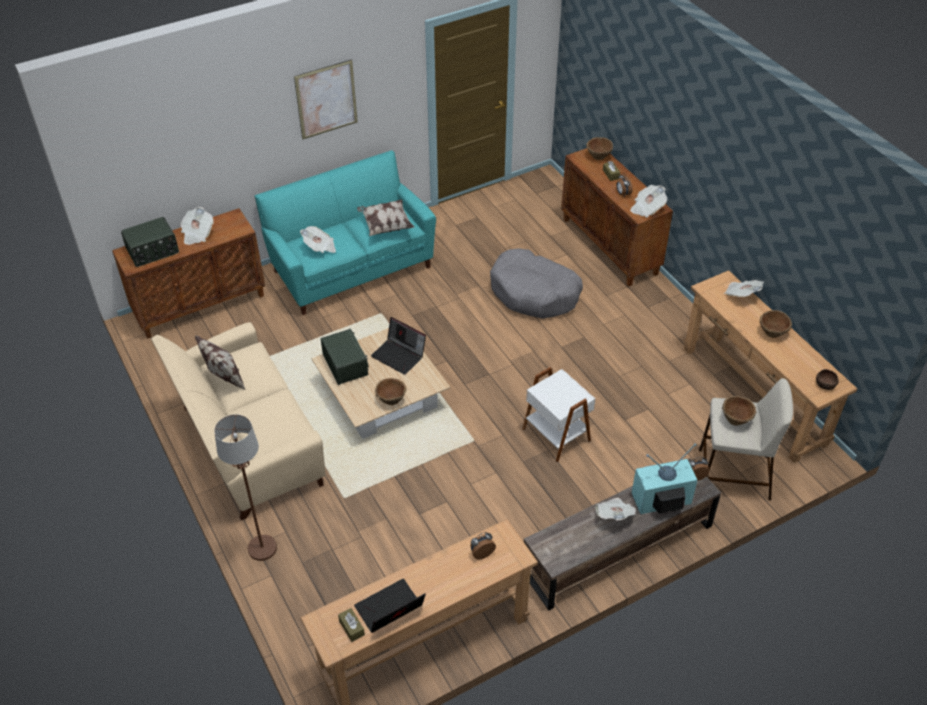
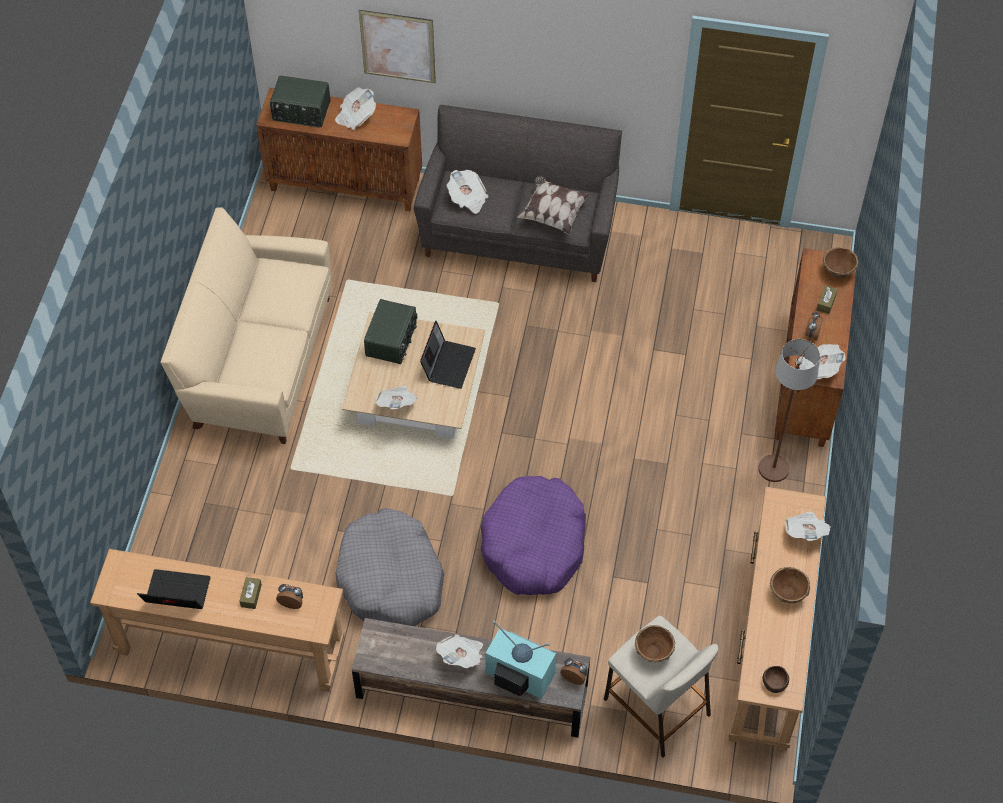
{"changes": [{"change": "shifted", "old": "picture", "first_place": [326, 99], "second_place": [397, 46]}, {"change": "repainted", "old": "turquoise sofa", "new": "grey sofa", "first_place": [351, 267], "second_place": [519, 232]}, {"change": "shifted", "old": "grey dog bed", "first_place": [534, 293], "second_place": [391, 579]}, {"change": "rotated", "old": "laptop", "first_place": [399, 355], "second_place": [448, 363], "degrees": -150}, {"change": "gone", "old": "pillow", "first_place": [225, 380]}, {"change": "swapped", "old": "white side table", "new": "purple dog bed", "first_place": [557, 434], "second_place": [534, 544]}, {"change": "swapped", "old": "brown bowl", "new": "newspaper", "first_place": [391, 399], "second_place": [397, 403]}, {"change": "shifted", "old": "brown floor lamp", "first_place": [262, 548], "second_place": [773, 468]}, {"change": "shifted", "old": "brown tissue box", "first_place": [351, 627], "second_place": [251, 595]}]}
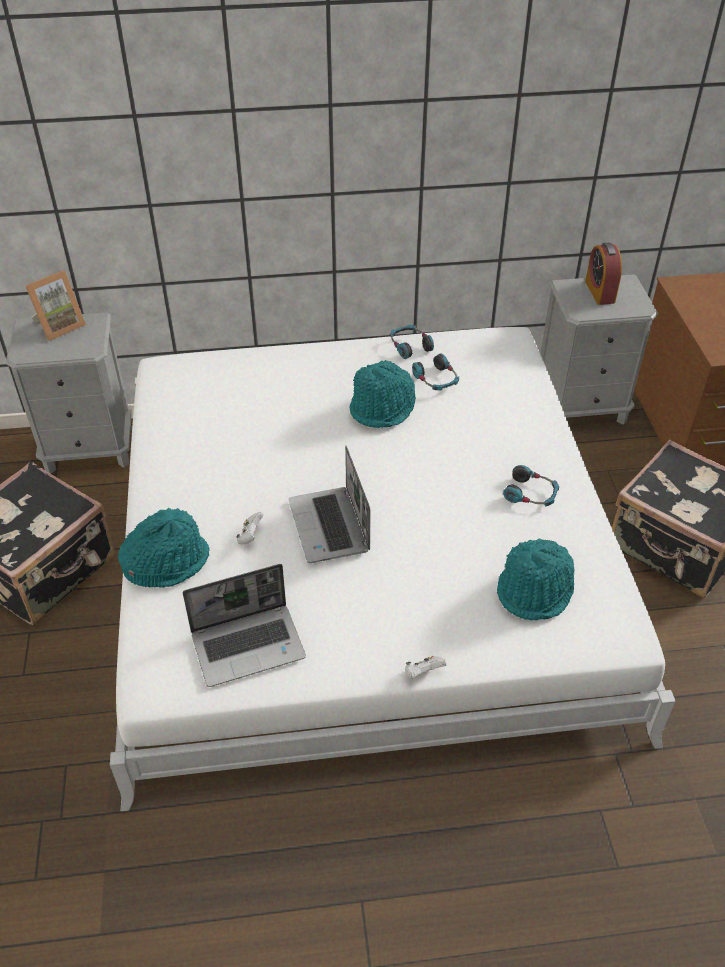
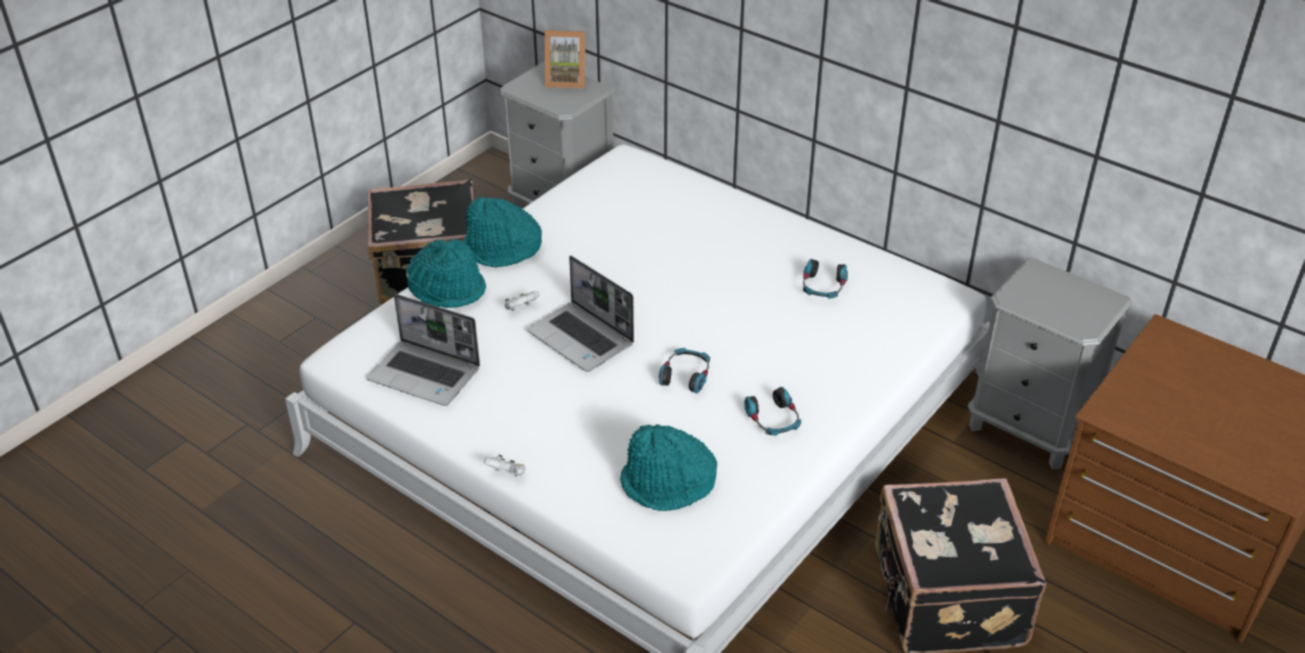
{"changes": [{"change": "gone", "old": "alarm clock", "first_place": [600, 292]}, {"change": "shifted", "old": "headphones", "first_place": [410, 346], "second_place": [685, 376]}, {"change": "shifted", "old": "turquoise hat", "first_place": [383, 408], "second_place": [502, 250]}, {"change": "rotated", "old": "laptop", "first_place": [330, 527], "second_place": [582, 338], "degrees": -75}]}
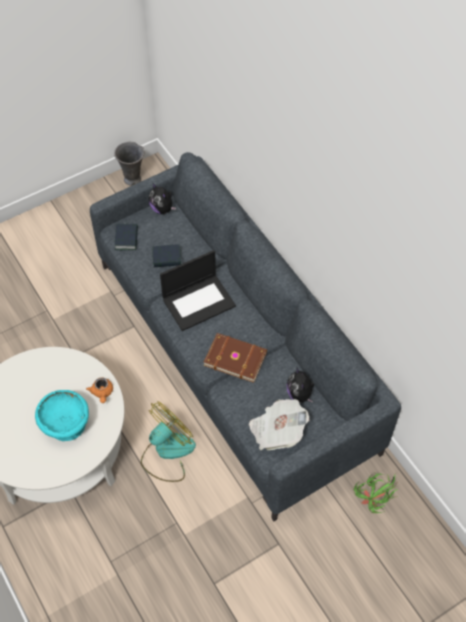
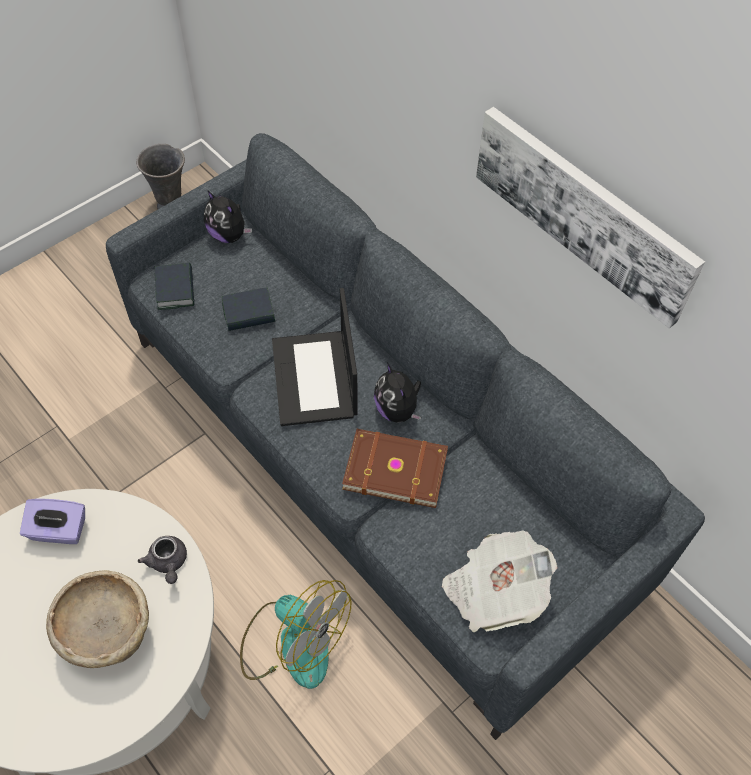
{"changes": [{"change": "rotated", "old": "laptop", "first_place": [199, 301], "second_place": [315, 379], "degrees": 120}, {"change": "shifted", "old": "plush toy", "first_place": [300, 394], "second_place": [397, 410]}, {"change": "repainted", "old": "orange teapot", "new": "grey teapot", "first_place": [102, 393], "second_place": [168, 563]}, {"change": "repainted", "old": "turquoise bowl", "new": "beige bowl", "first_place": [66, 425], "second_place": [109, 634]}, {"change": "rotated", "old": "fan", "first_place": [167, 452], "second_place": [293, 642], "degrees": 90}, {"change": "gone", "old": "potted plant", "first_place": [373, 503]}, {"change": "new", "new": "picture", "second_place": [584, 212]}, {"change": "new", "new": "purple tissue box", "second_place": [59, 530]}]}
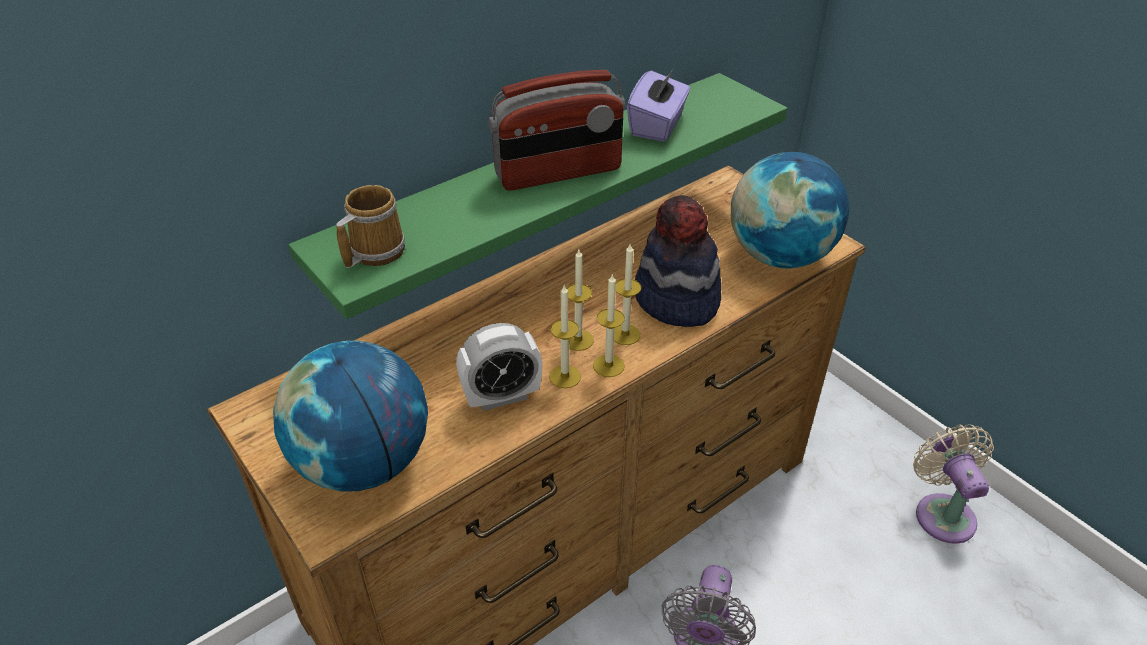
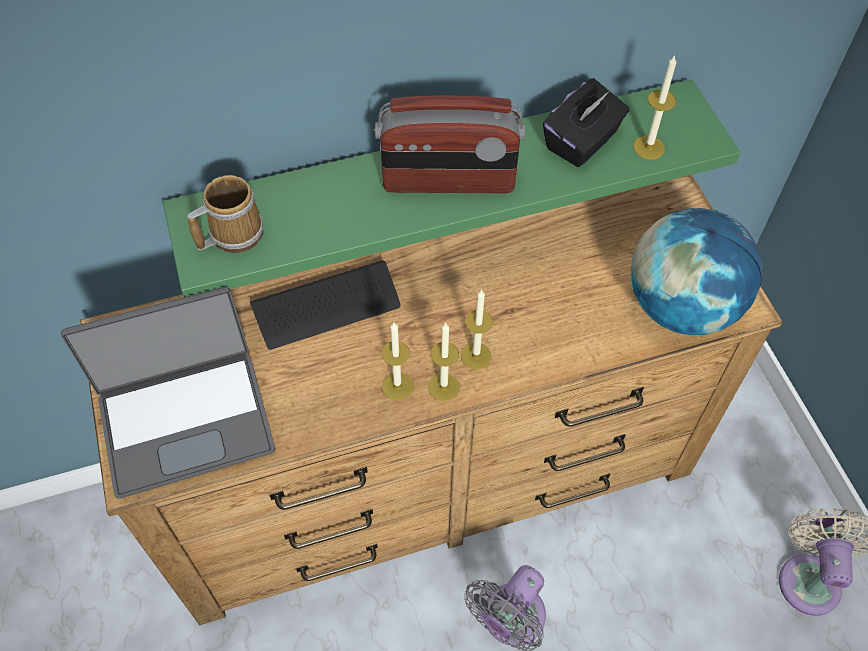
{"changes": [{"change": "repainted", "old": "purple tissue box", "new": "black tissue box", "first_place": [657, 126], "second_place": [582, 142]}, {"change": "gone", "old": "hat", "first_place": [676, 300]}, {"change": "shifted", "old": "candle", "first_place": [578, 340], "second_place": [648, 147]}, {"change": "gone", "old": "alarm clock", "first_place": [501, 396]}, {"change": "swapped", "old": "globe", "new": "laptop", "first_place": [364, 463], "second_place": [186, 421]}, {"change": "new", "new": "keyboard", "second_place": [327, 306]}]}
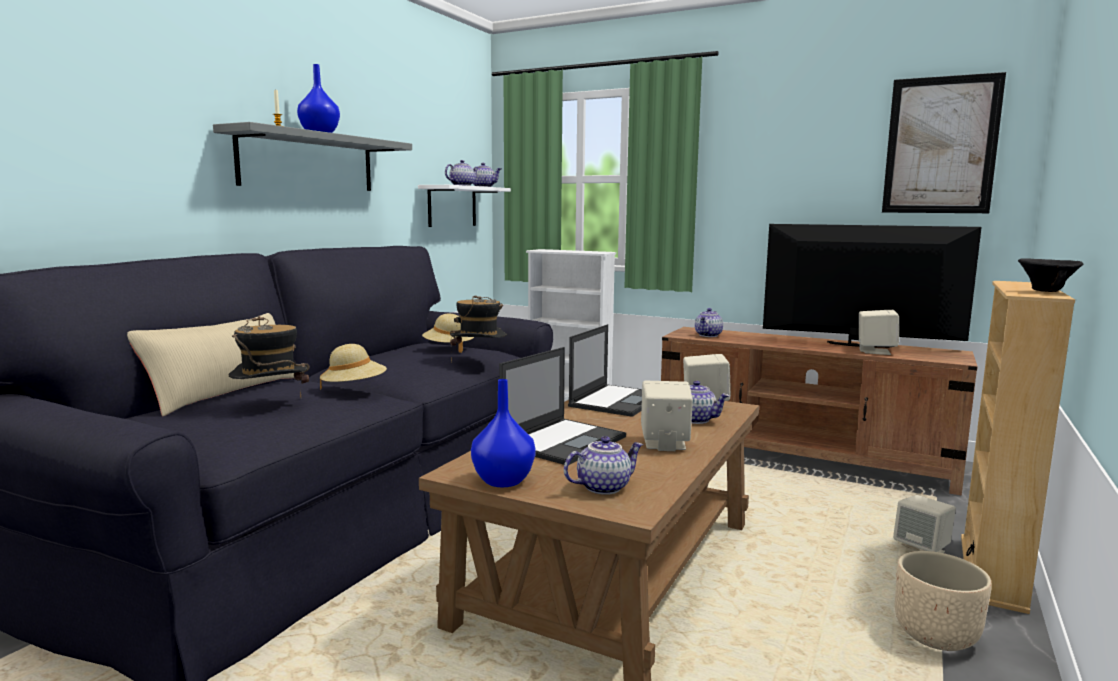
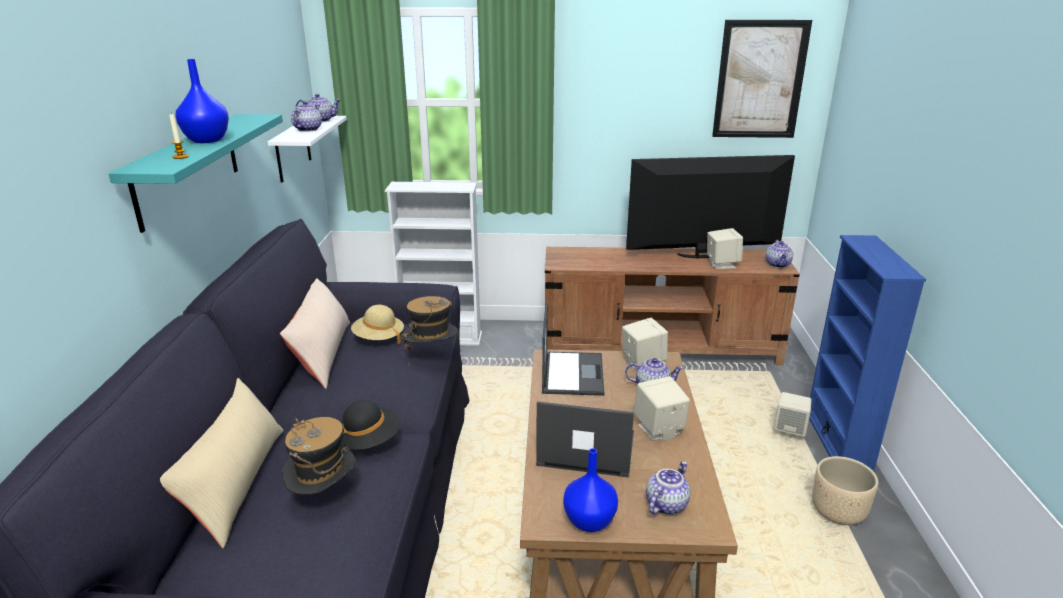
{"changes": [{"change": "repainted", "old": "grey shelf", "new": "turquoise shelf", "first_place": [308, 162], "second_place": [188, 168]}, {"change": "gone", "old": "black bowl", "first_place": [1044, 291]}, {"change": "repainted", "old": "beige bookcase", "new": "blue bookcase", "first_place": [992, 572], "second_place": [837, 440]}, {"change": "shifted", "old": "teapot", "first_place": [709, 335], "second_place": [778, 265]}, {"change": "repainted", "old": "beige hat", "new": "black hat", "first_place": [354, 389], "second_place": [369, 441]}, {"change": "rotated", "old": "laptop", "first_place": [564, 441], "second_place": [584, 449], "degrees": -90}, {"change": "new", "new": "beige pillow", "second_place": [322, 353]}]}
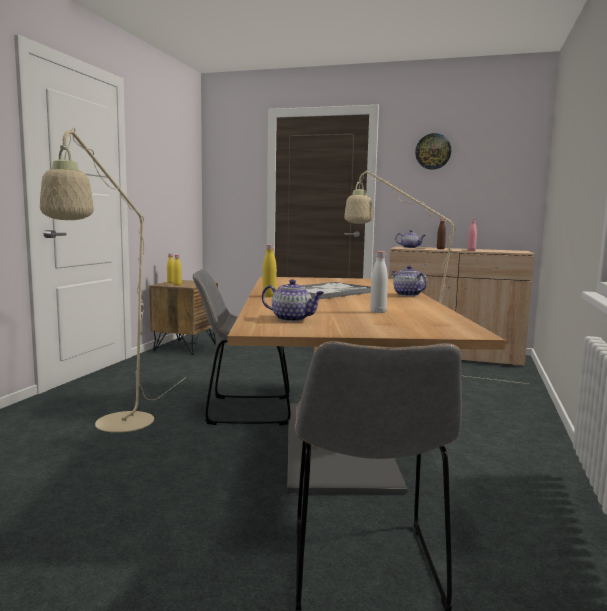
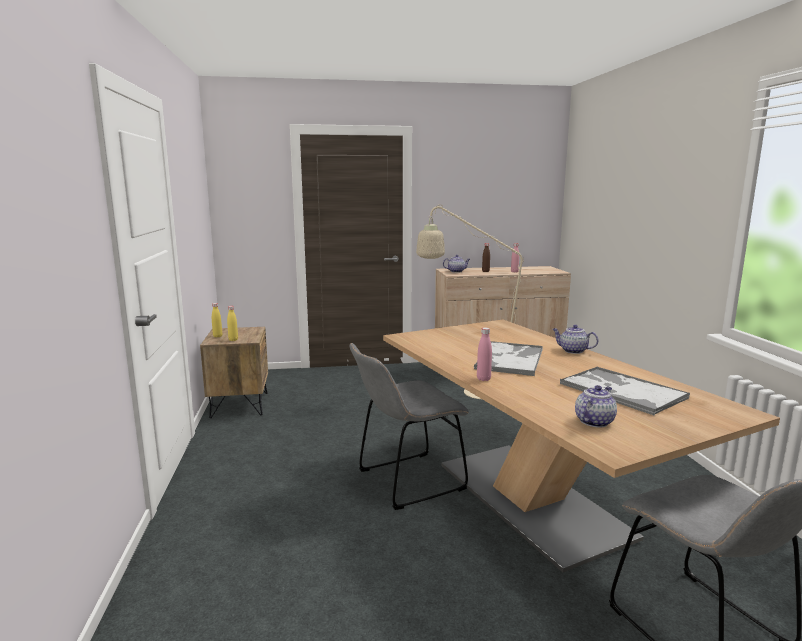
{"changes": [{"change": "gone", "old": "beige floor lamp", "first_place": [117, 427]}, {"change": "gone", "old": "wall clock", "first_place": [433, 151]}, {"change": "repainted", "old": "yellow bottle", "new": "pink bottle", "first_place": [269, 296], "second_place": [483, 379]}, {"change": "swapped", "old": "white bottle", "new": "tray", "first_place": [378, 312], "second_place": [621, 390]}, {"change": "rotated", "old": "teapot", "first_place": [292, 319], "second_place": [594, 421], "degrees": -45}]}
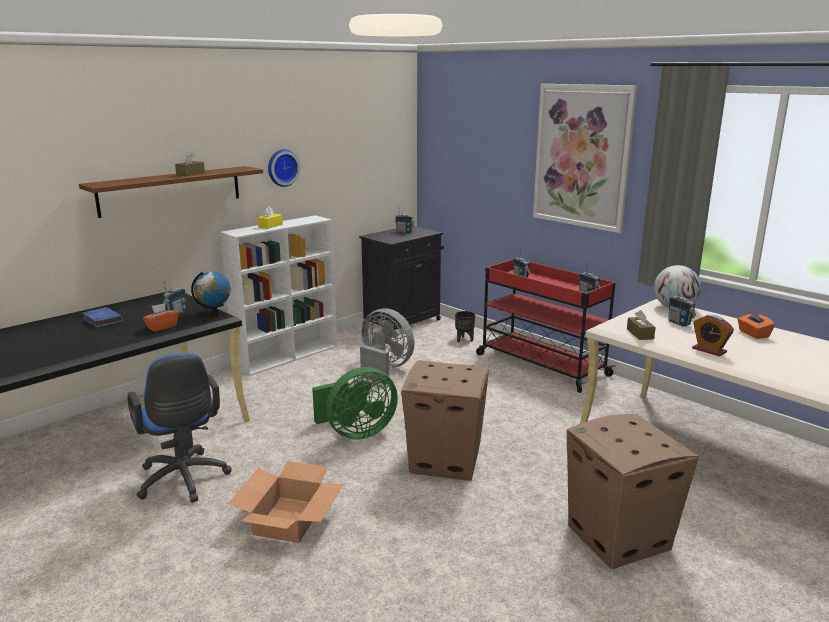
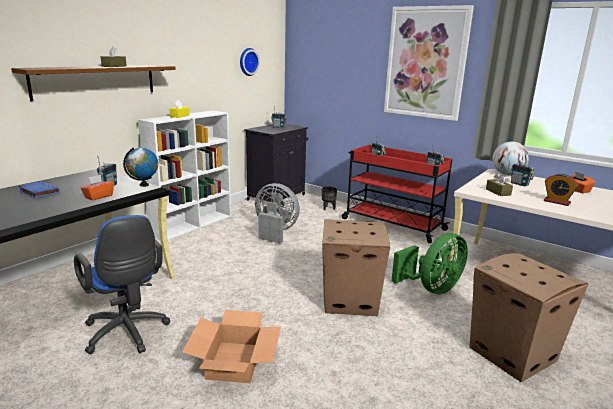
{"changes": [{"change": "shifted", "old": "wall clock", "first_place": [282, 167], "second_place": [247, 62]}, {"change": "shifted", "old": "green fan", "first_place": [356, 433], "second_place": [432, 288]}]}
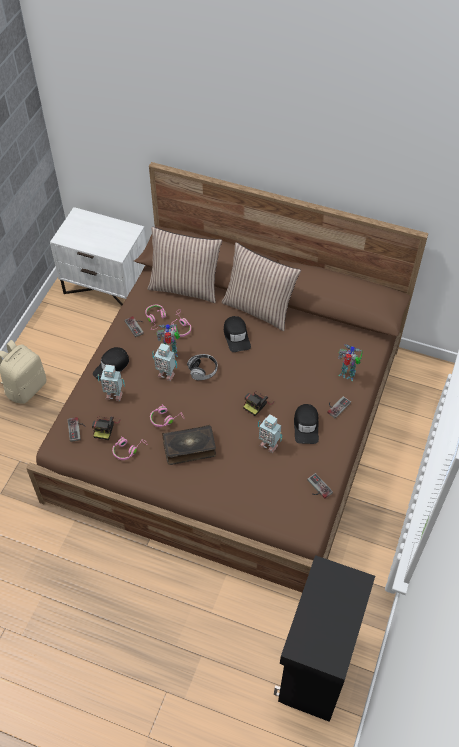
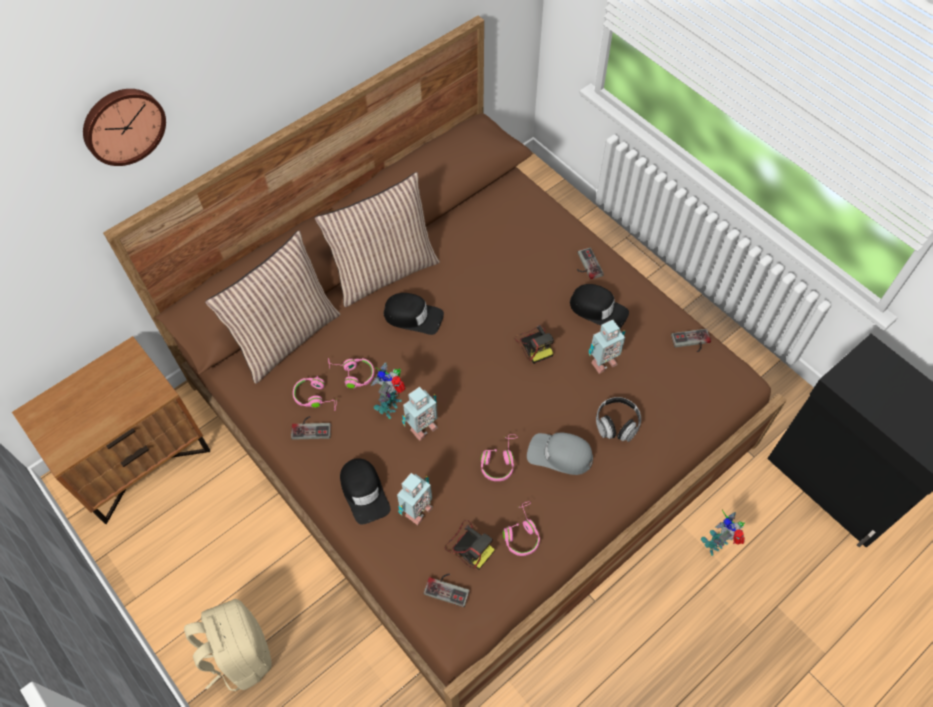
{"changes": [{"change": "repainted", "old": "white nightstand", "new": "brown nightstand", "first_place": [106, 287], "second_place": [140, 459]}, {"change": "shifted", "old": "toy robot", "first_place": [347, 375], "second_place": [716, 544]}, {"change": "shifted", "old": "headphones", "first_place": [203, 371], "second_place": [616, 424]}, {"change": "swapped", "old": "book", "new": "grey cap", "first_place": [189, 448], "second_place": [559, 455]}, {"change": "new", "new": "wall clock", "second_place": [122, 125]}]}
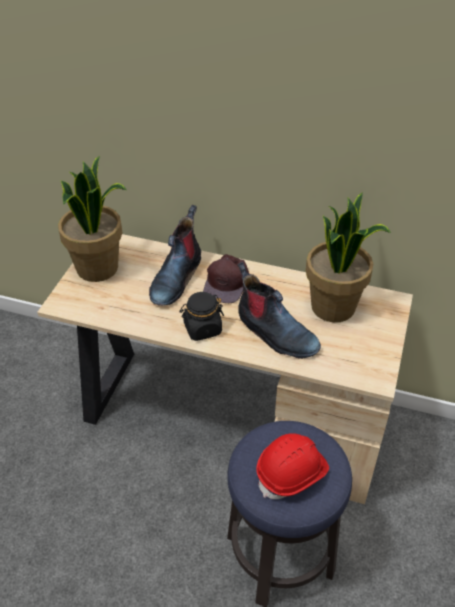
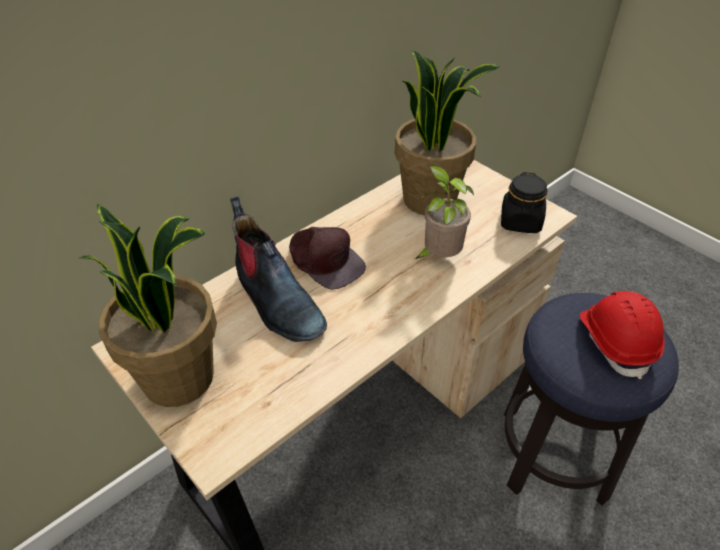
{"changes": [{"change": "swapped", "old": "boot", "new": "potted plant", "first_place": [275, 333], "second_place": [439, 256]}, {"change": "shifted", "old": "black jar", "first_place": [202, 328], "second_place": [520, 222]}]}
